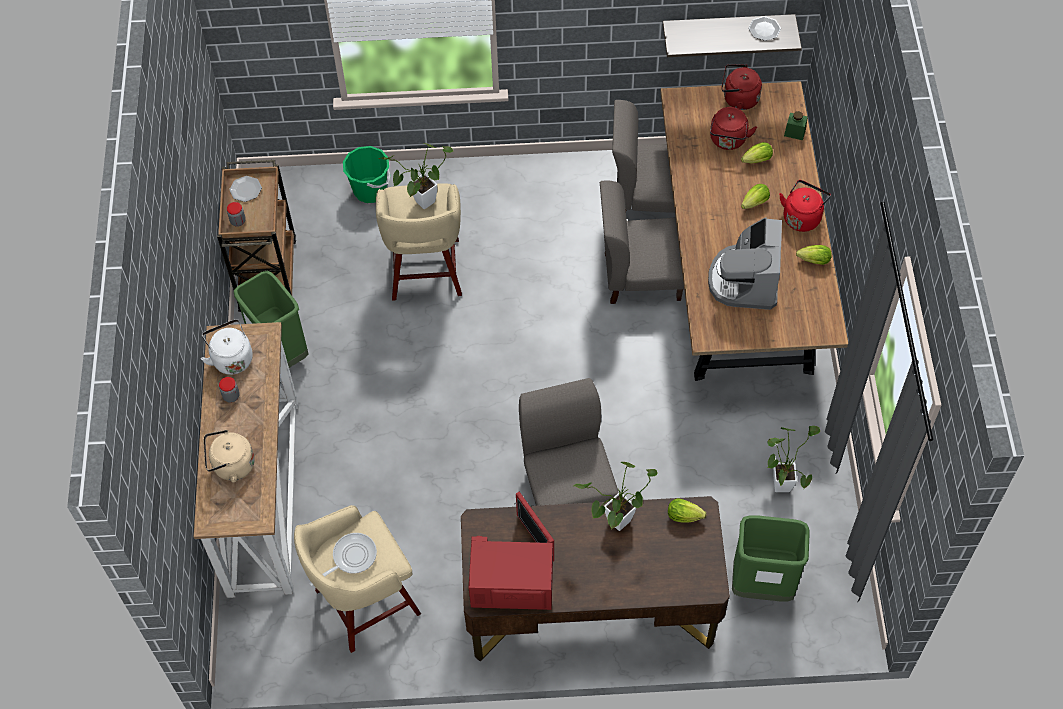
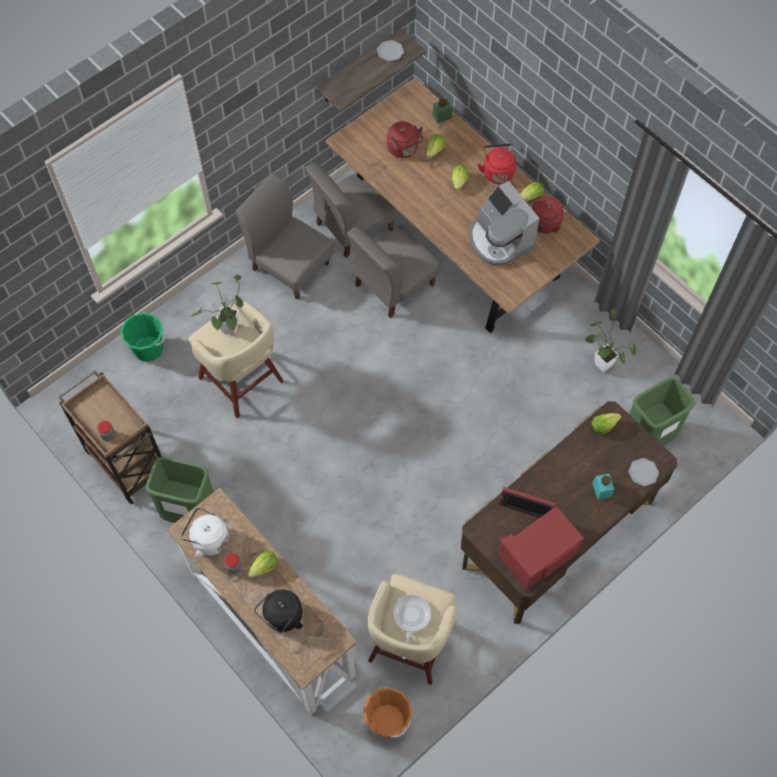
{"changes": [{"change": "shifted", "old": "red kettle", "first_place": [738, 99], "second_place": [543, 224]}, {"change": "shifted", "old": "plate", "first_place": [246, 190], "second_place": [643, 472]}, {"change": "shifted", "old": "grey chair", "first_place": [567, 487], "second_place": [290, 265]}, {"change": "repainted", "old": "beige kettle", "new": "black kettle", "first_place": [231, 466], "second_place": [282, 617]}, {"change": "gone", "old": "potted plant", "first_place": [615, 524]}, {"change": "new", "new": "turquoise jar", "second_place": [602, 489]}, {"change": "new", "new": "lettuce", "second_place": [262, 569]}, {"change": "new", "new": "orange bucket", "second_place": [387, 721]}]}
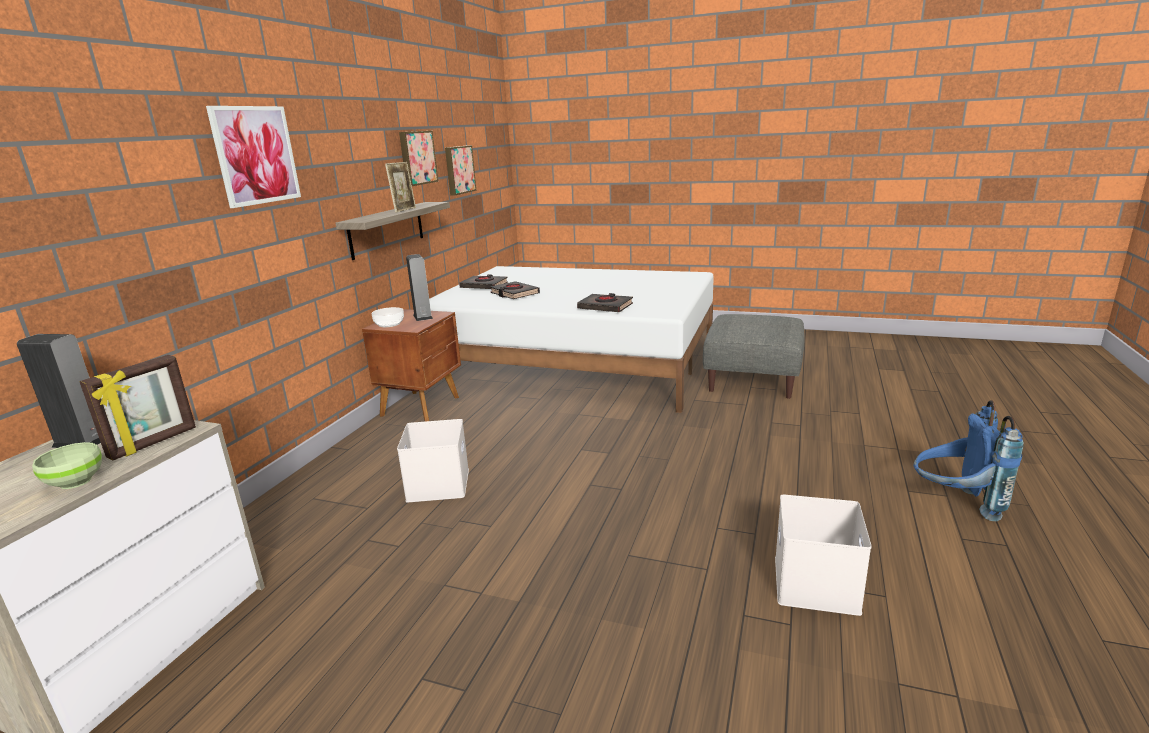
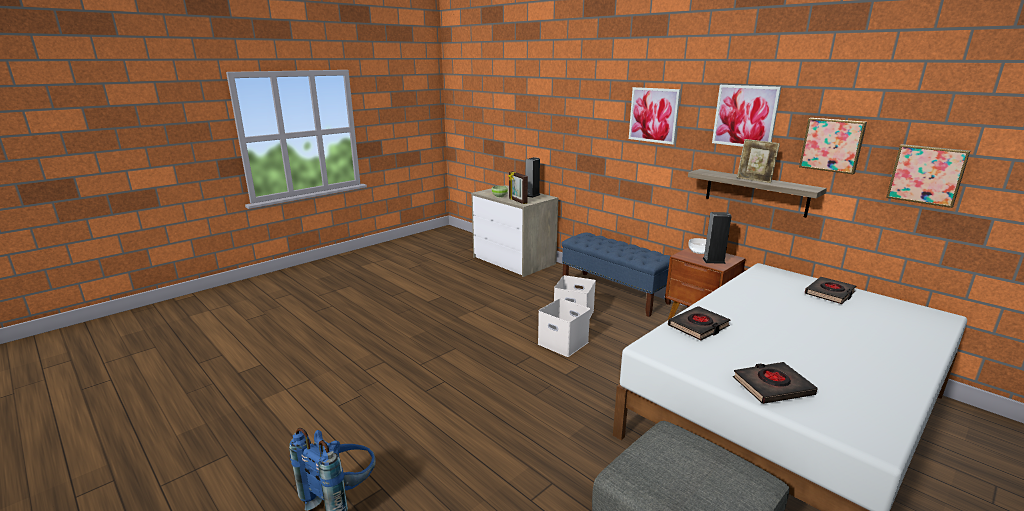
{"changes": [{"change": "shifted", "old": "black book", "first_place": [514, 294], "second_place": [772, 387]}, {"change": "shifted", "old": "white storage box", "first_place": [813, 582], "second_place": [564, 343]}, {"change": "new", "new": "picture", "second_place": [745, 116]}, {"change": "new", "new": "blue bench", "second_place": [614, 293]}]}
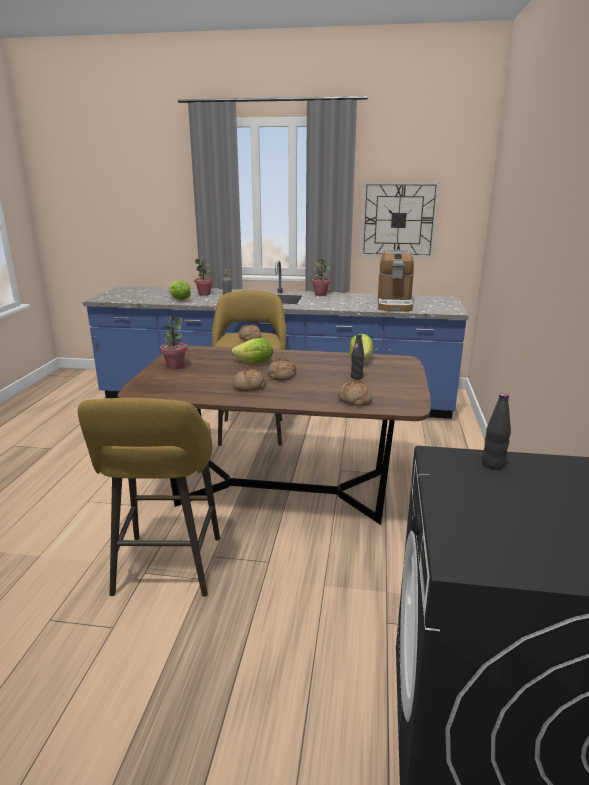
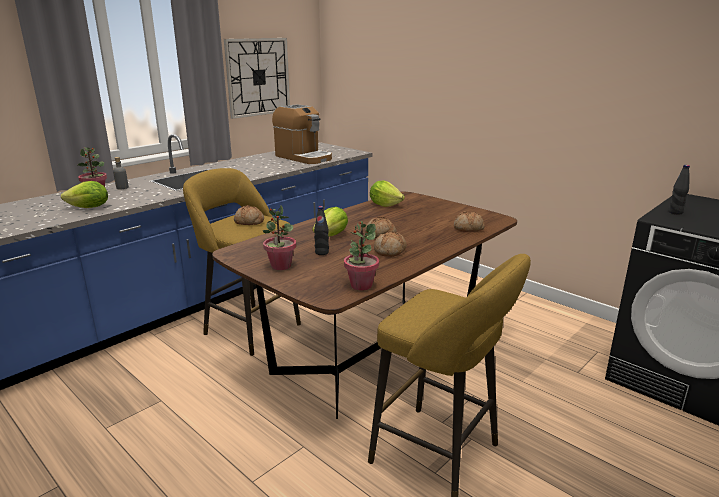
{"changes": [{"change": "shifted", "old": "potted plant", "first_place": [320, 294], "second_place": [361, 285]}, {"change": "shifted", "old": "black bottle", "first_place": [356, 377], "second_place": [322, 253]}]}
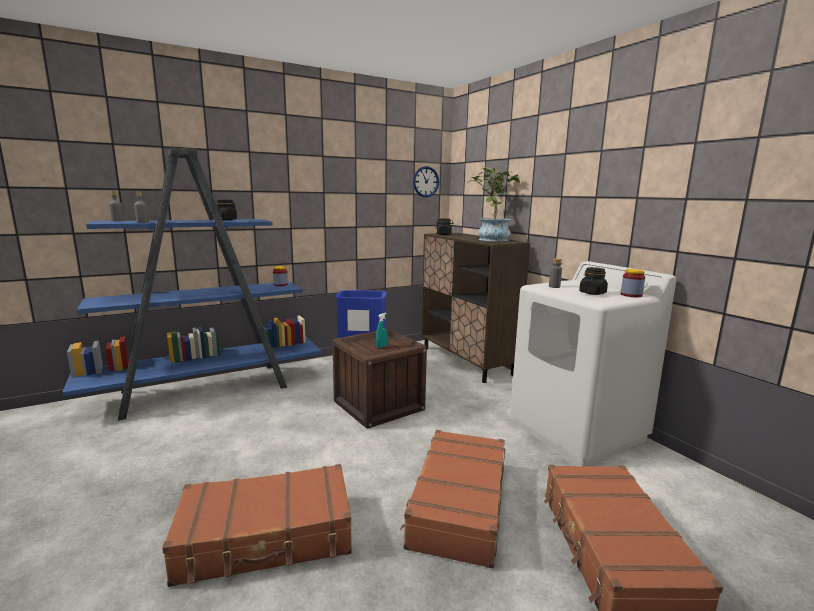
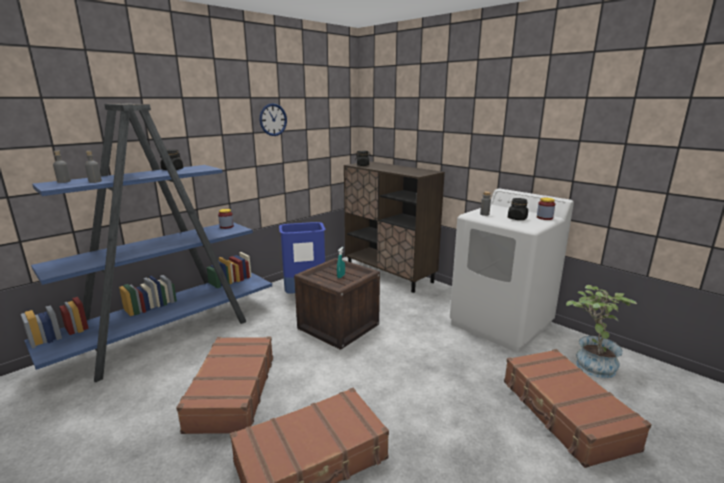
{"changes": [{"change": "shifted", "old": "wall clock", "first_place": [425, 181], "second_place": [273, 119]}, {"change": "shifted", "old": "potted plant", "first_place": [491, 239], "second_place": [590, 363]}, {"change": "shifted", "old": "brown suitcase", "first_place": [457, 505], "second_place": [231, 392]}]}
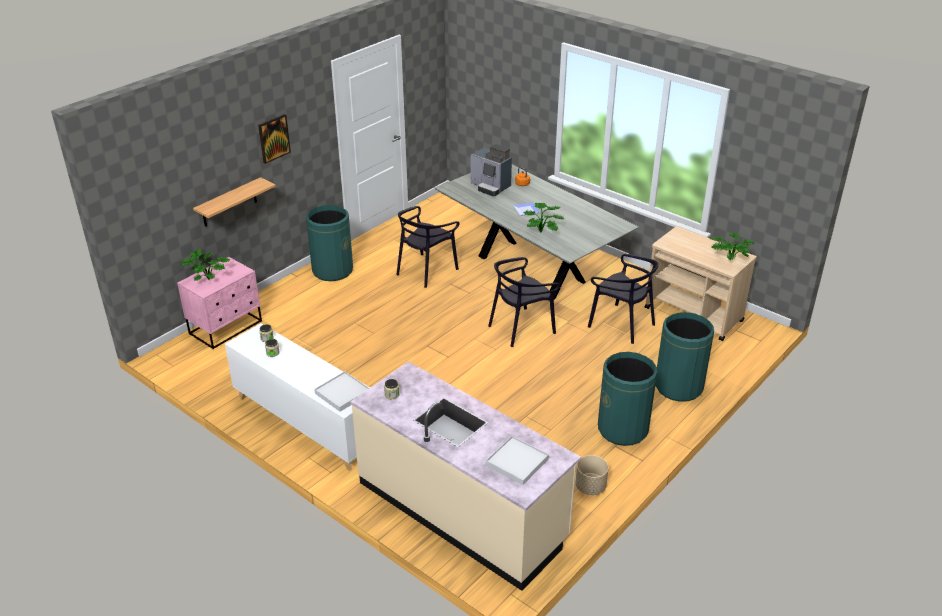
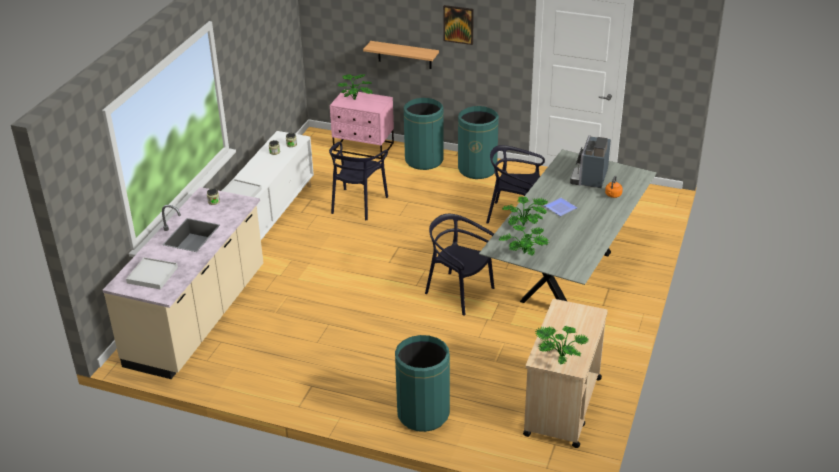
{"changes": [{"change": "shifted", "old": "black chair", "first_place": [621, 324], "second_place": [358, 204]}, {"change": "shifted", "old": "green trash can", "first_place": [623, 429], "second_place": [424, 160]}, {"change": "gone", "old": "beige planter", "first_place": [590, 487]}, {"change": "new", "new": "potted plant", "second_place": [524, 255]}]}
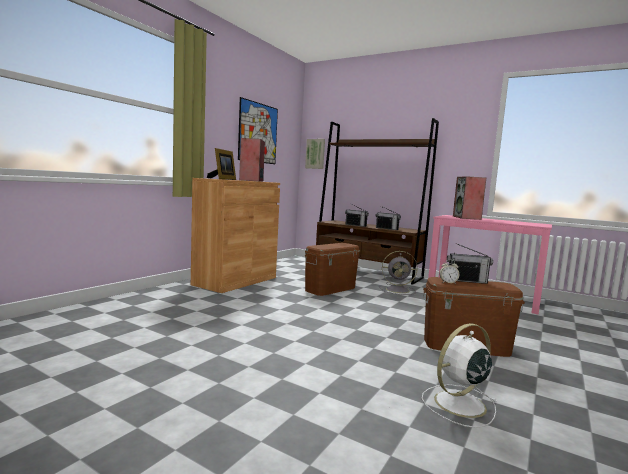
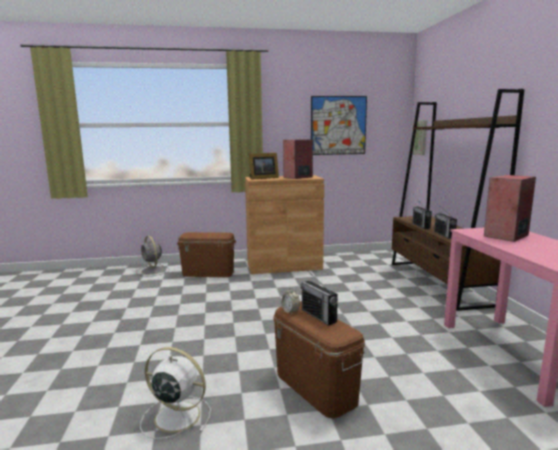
{"changes": [{"change": "shifted", "old": "brown storage box", "first_place": [330, 289], "second_place": [208, 273]}, {"change": "shifted", "old": "grey fan", "first_place": [398, 290], "second_place": [152, 271]}]}
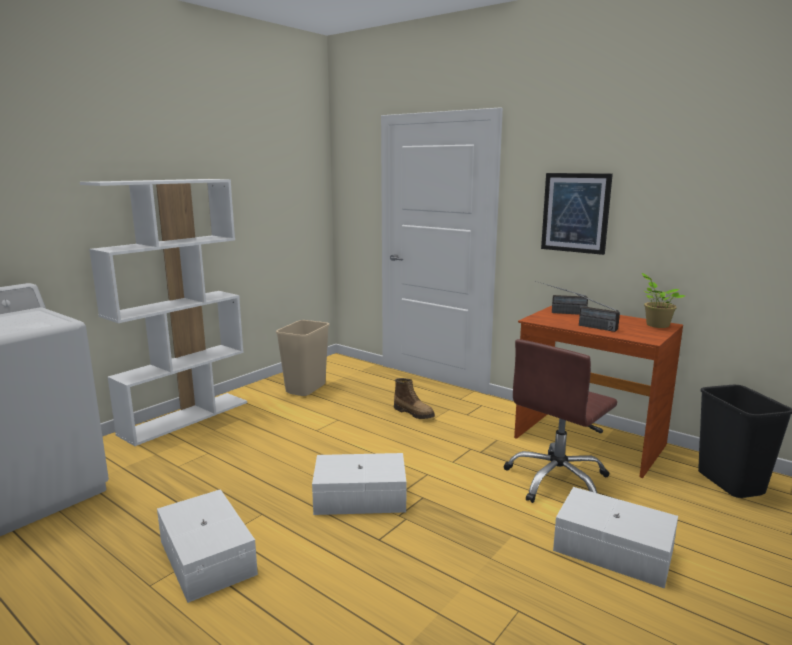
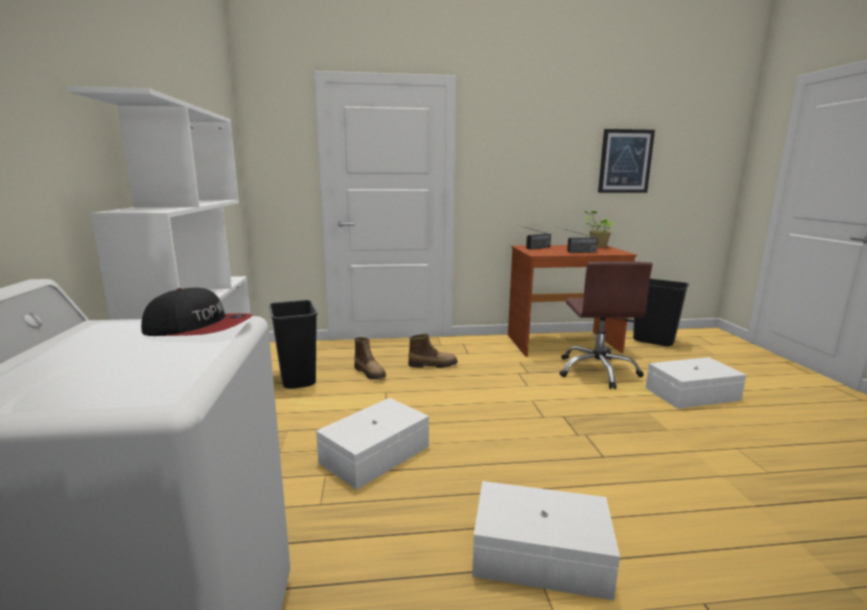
{"changes": [{"change": "shifted", "old": "picture", "first_place": [575, 212], "second_place": [625, 161]}, {"change": "repainted", "old": "beige trash can", "new": "black trash can", "first_place": [306, 389], "second_place": [298, 380]}, {"change": "shifted", "old": "white storage box", "first_place": [359, 496], "second_place": [373, 454]}, {"change": "new", "new": "cap", "second_place": [199, 328]}, {"change": "new", "new": "boot", "second_place": [370, 373]}]}
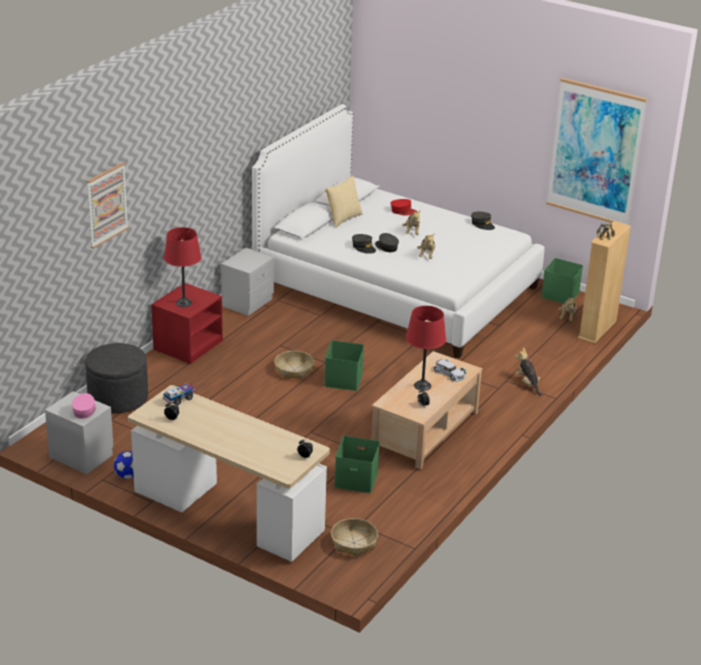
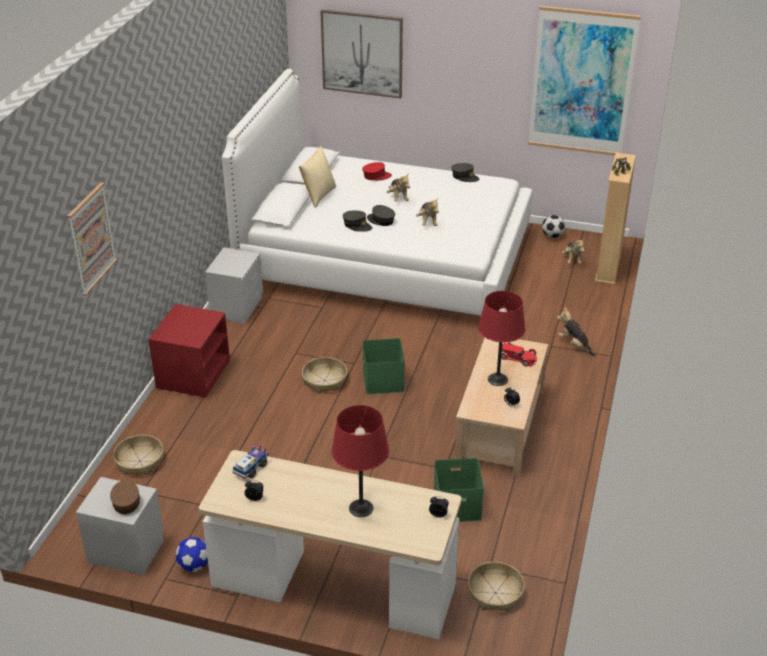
{"changes": [{"change": "shifted", "old": "red table lamp", "first_place": [184, 303], "second_place": [361, 508]}, {"change": "swapped", "old": "green storage box", "new": "football", "first_place": [560, 295], "second_place": [552, 236]}, {"change": "swapped", "old": "grey ottoman", "new": "basket", "first_place": [118, 398], "second_place": [140, 461]}, {"change": "repainted", "old": "white toy car", "new": "red toy car", "first_place": [449, 373], "second_place": [518, 358]}, {"change": "repainted", "old": "pink cap", "new": "brown cap", "first_place": [84, 410], "second_place": [126, 501]}, {"change": "new", "new": "picture", "second_place": [362, 53]}]}
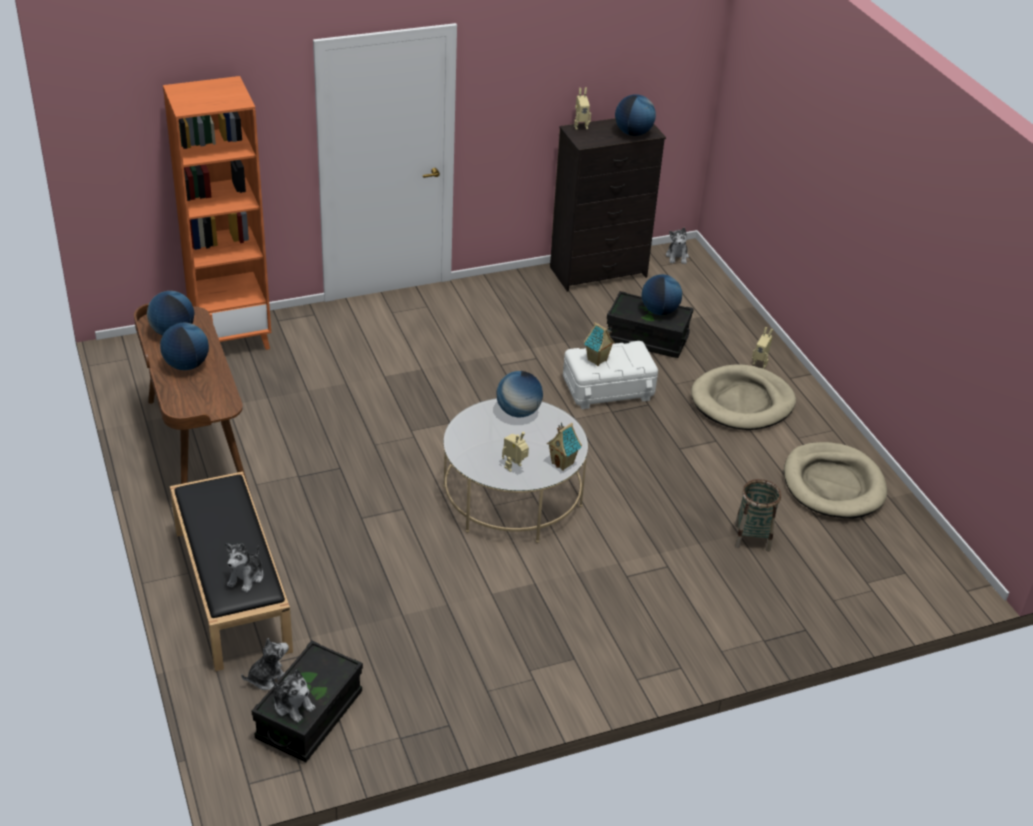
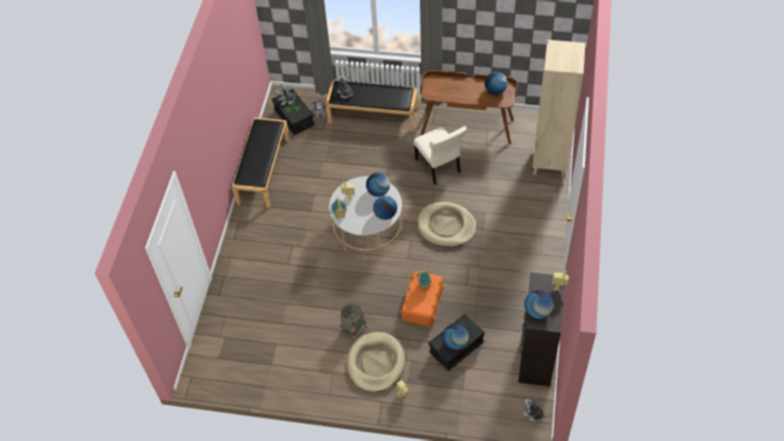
{"changes": [{"change": "repainted", "old": "orange bookcase", "new": "beige bookcase", "first_place": [231, 338], "second_place": [550, 162]}, {"change": "shifted", "old": "globe", "first_place": [186, 365], "second_place": [378, 192]}, {"change": "repainted", "old": "white storage box", "new": "orange storage box", "first_place": [608, 388], "second_place": [423, 305]}, {"change": "shifted", "old": "beige dog bed", "first_place": [833, 484], "second_place": [446, 226]}, {"change": "shifted", "old": "basket", "first_place": [752, 537], "second_place": [353, 328]}, {"change": "new", "new": "black bench", "second_place": [263, 170]}, {"change": "new", "new": "beige chair", "second_place": [438, 167]}]}
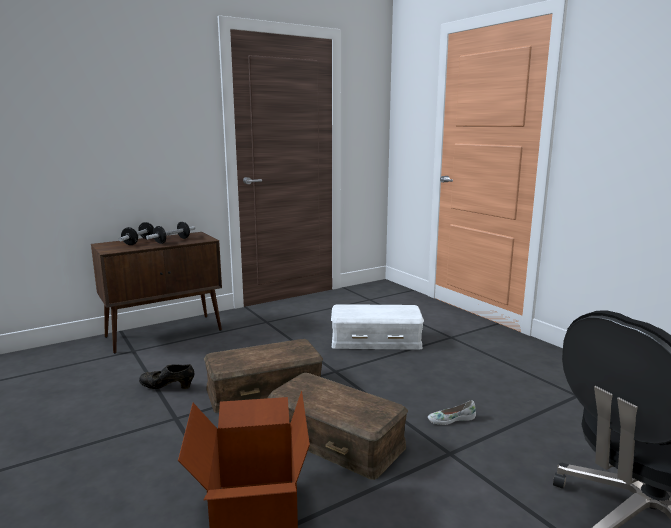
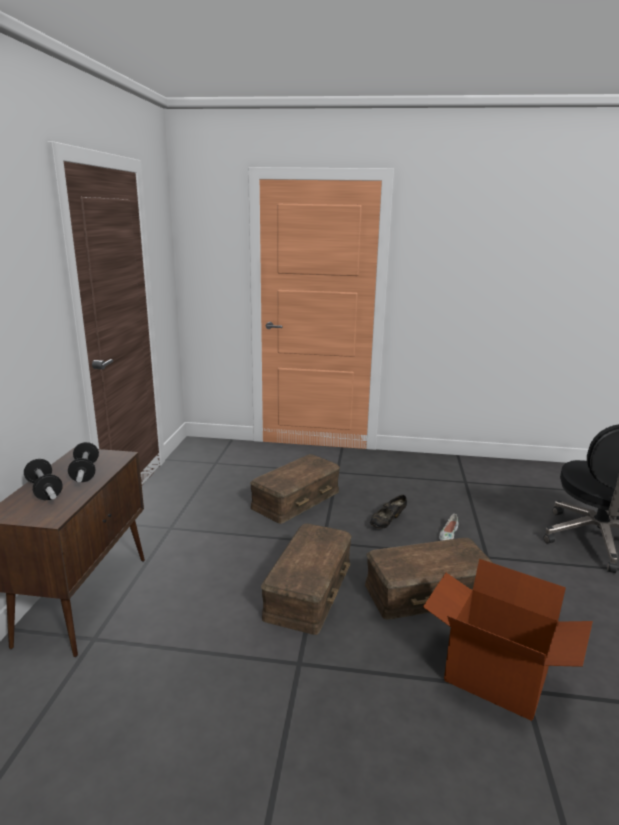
{"changes": [{"change": "repainted", "old": "white storage box", "new": "brown storage box", "first_place": [376, 339], "second_place": [295, 499]}, {"change": "shifted", "old": "black shoe", "first_place": [168, 387], "second_place": [387, 522]}]}
